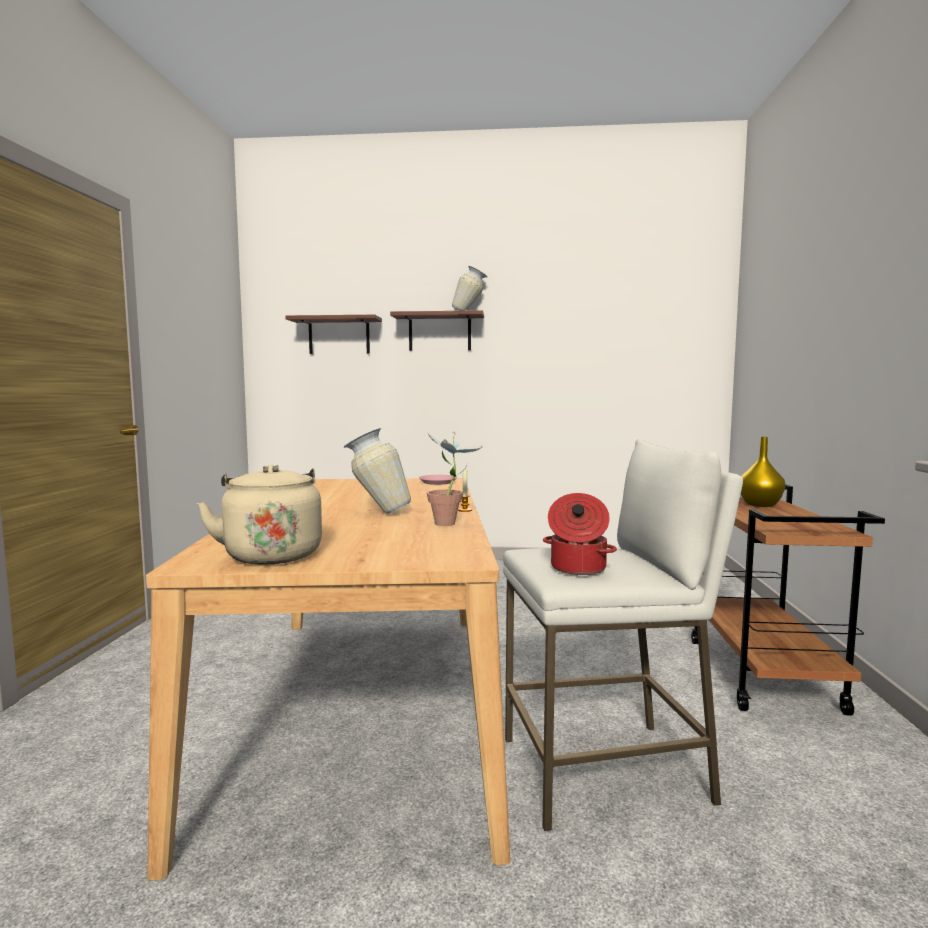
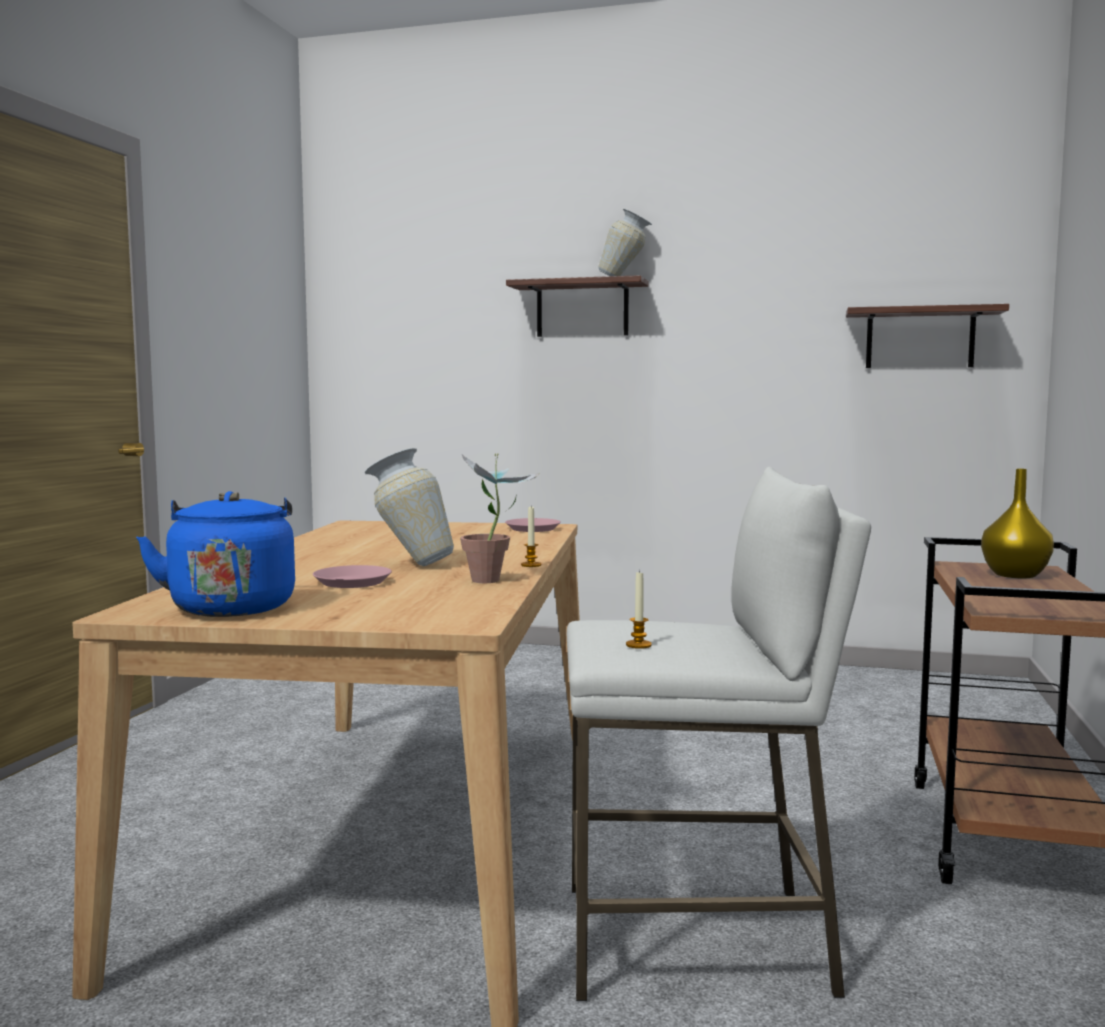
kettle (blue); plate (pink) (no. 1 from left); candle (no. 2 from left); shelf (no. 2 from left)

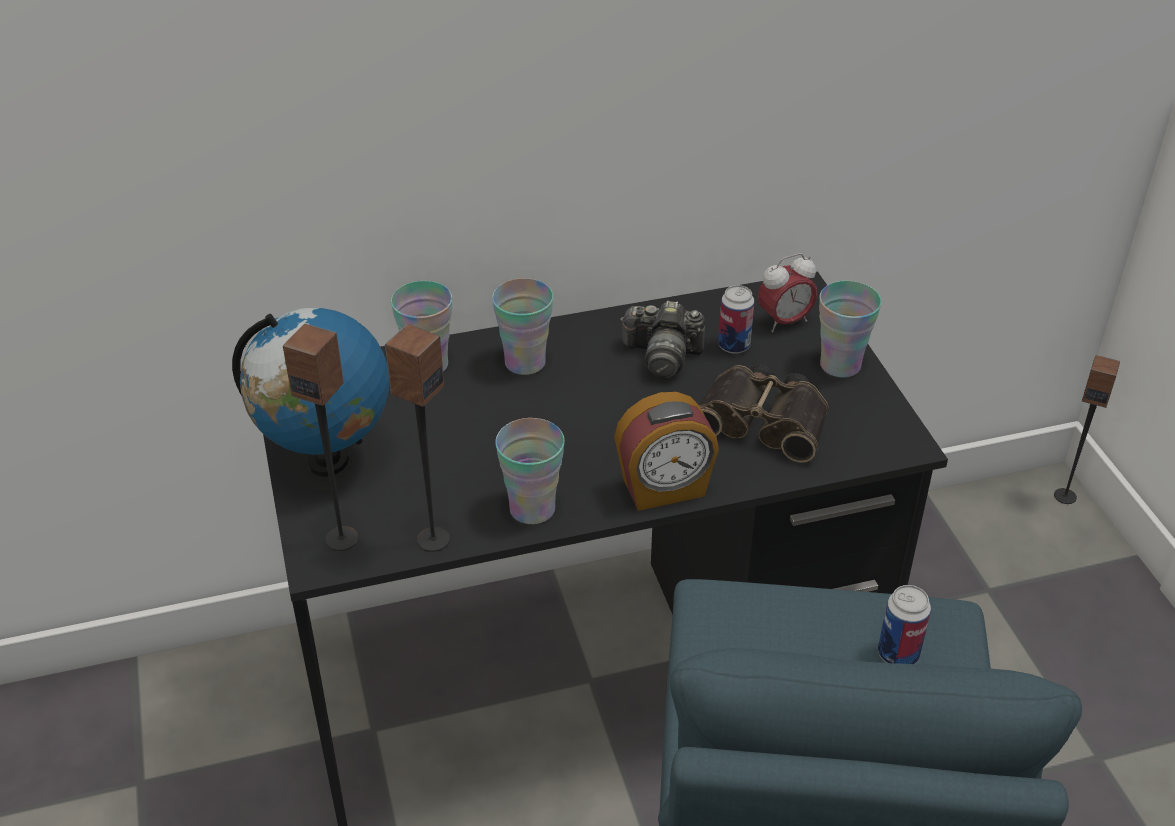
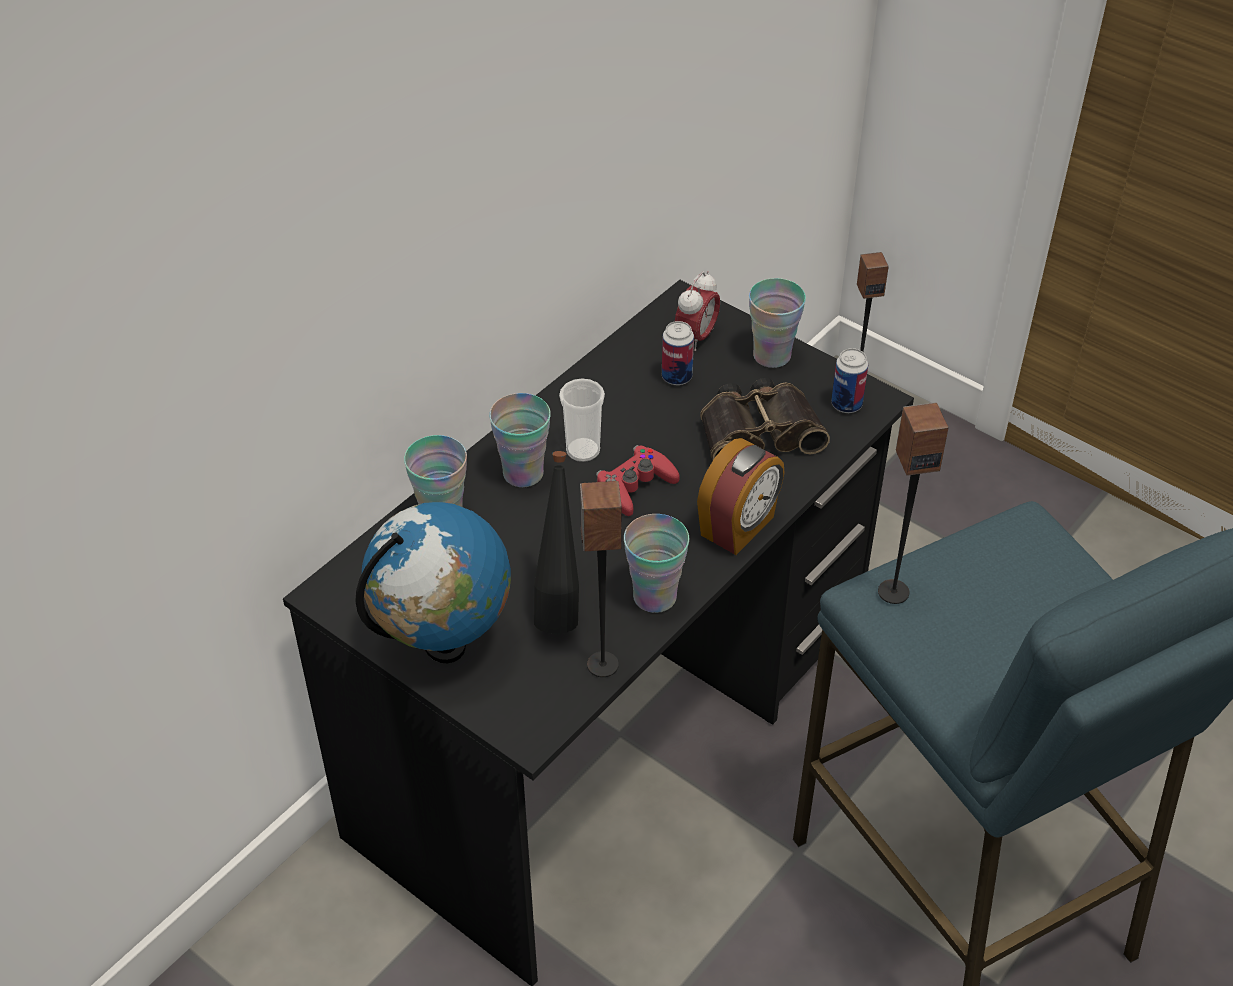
bottle (black); cup (no. 3 from left); game controller (red); can (no. 2 from left); speaker (no. 3 from left); photo camera

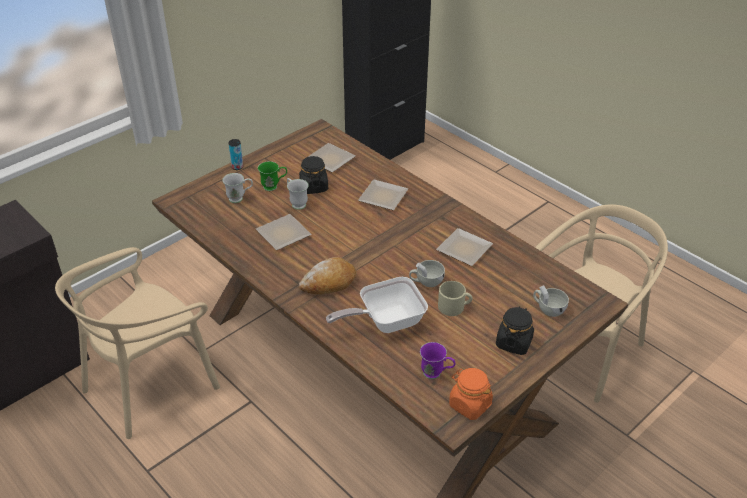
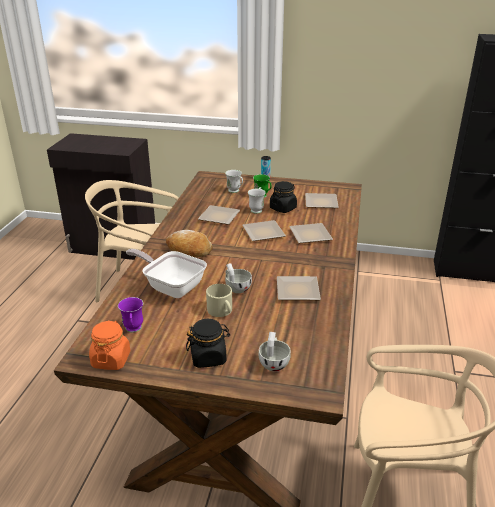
plate (no. 2 from left)

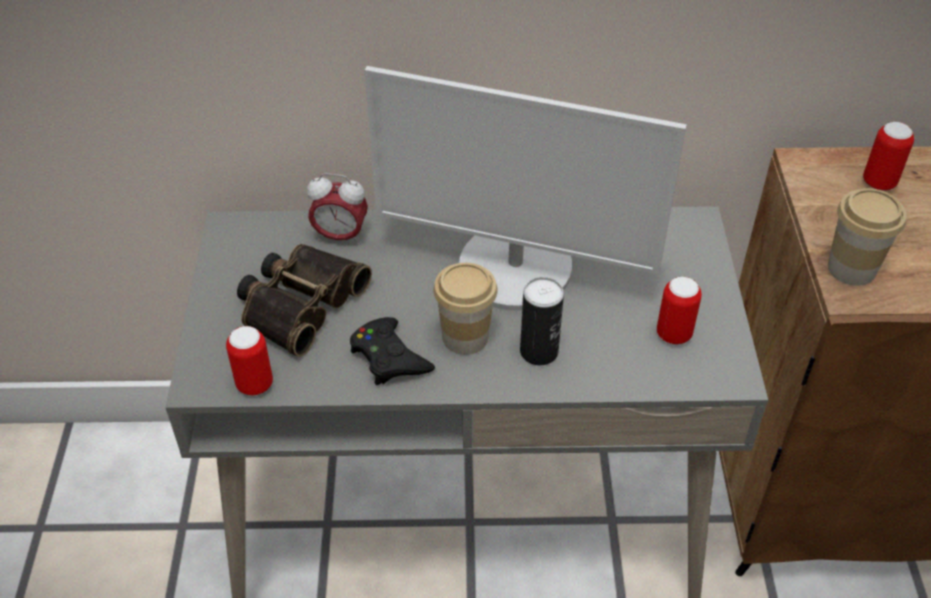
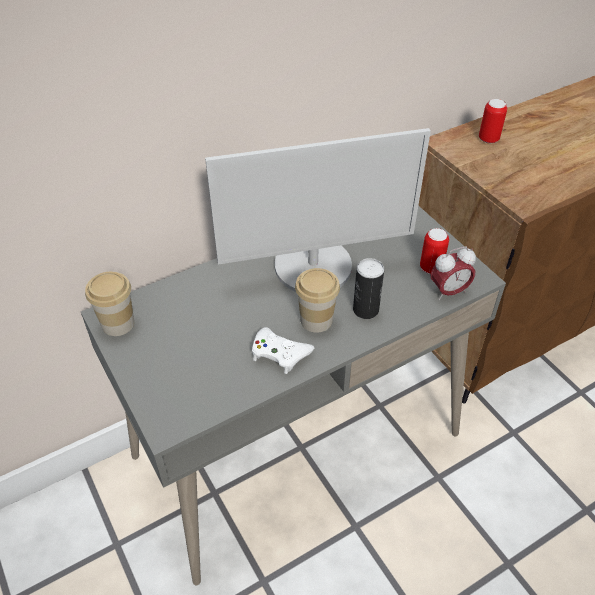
cup (no. 1 from left); game controller (white); alarm clock; can (no. 1 from left in the first image); binoculars

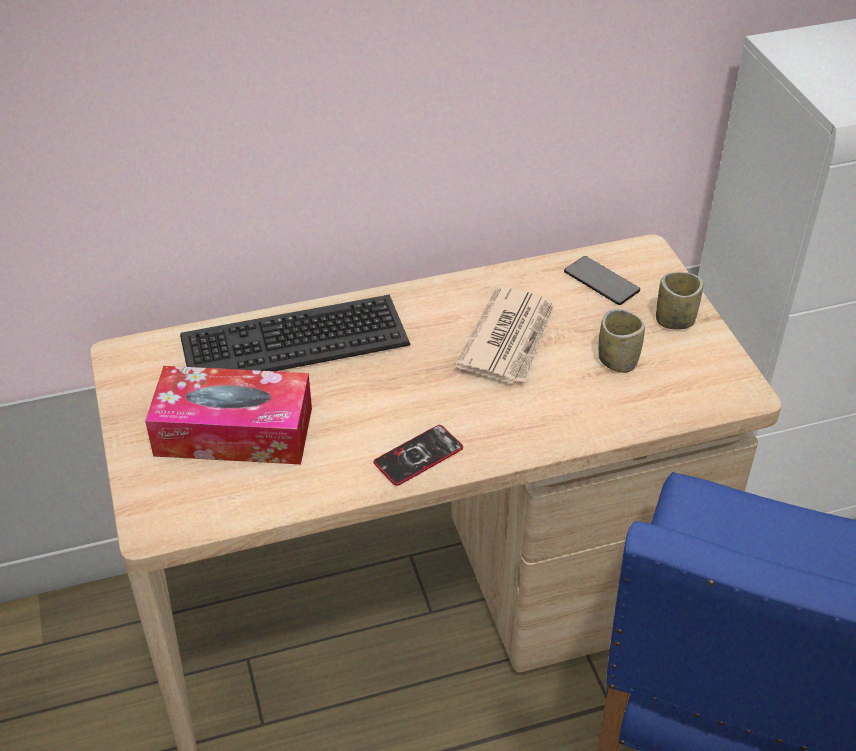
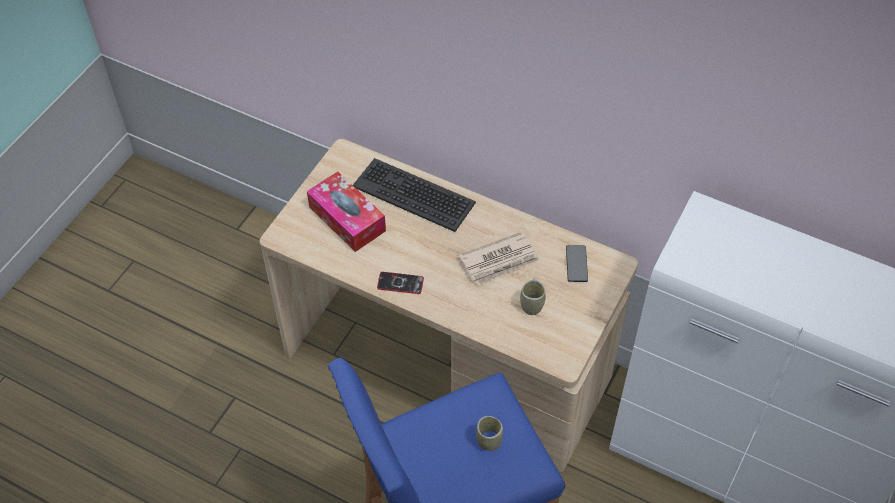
cup (no. 1 from left)

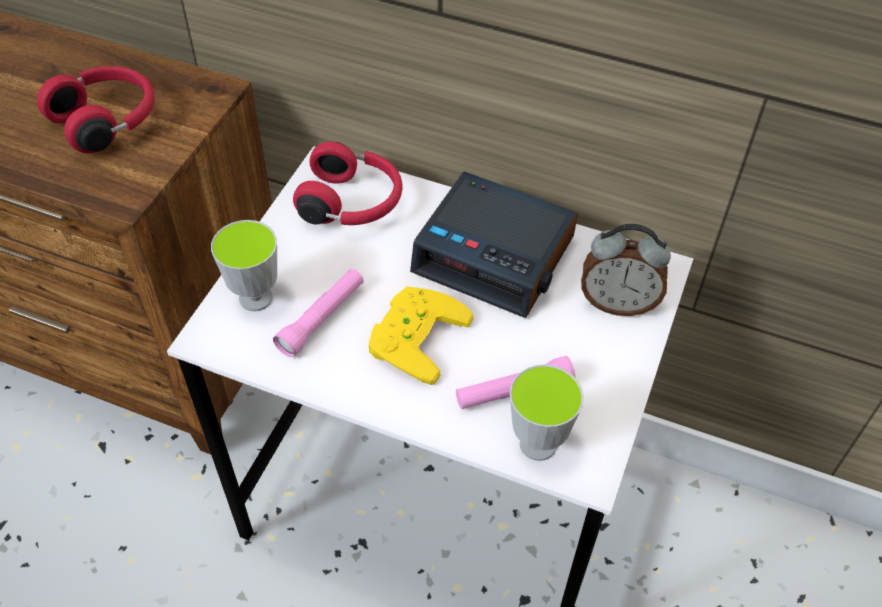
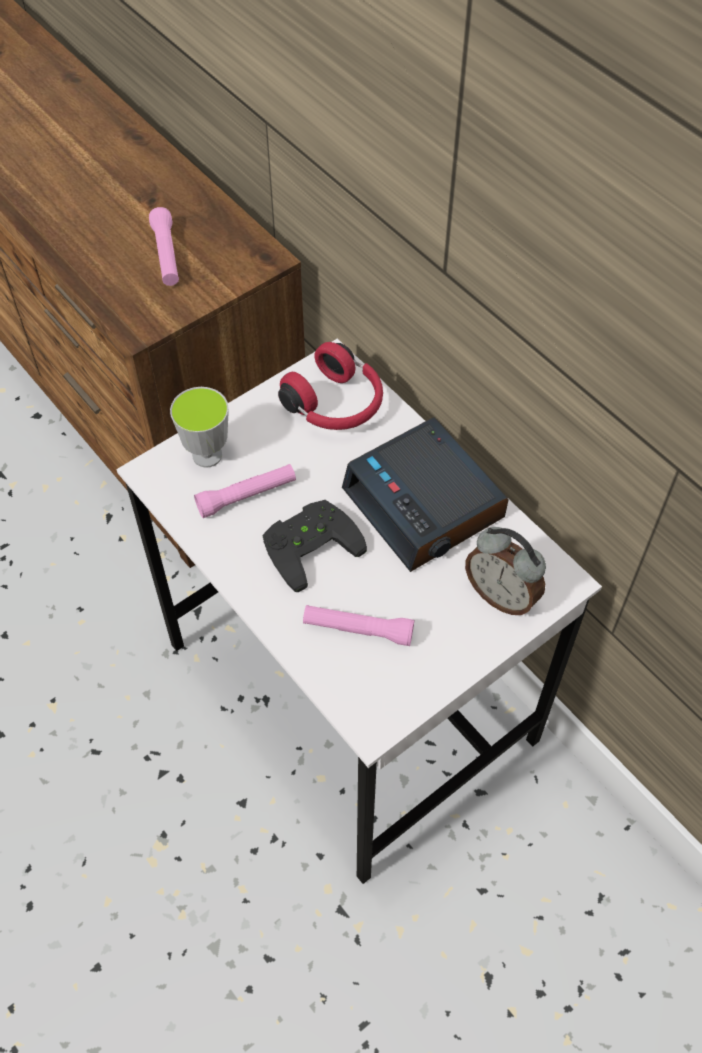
flashlight (pink) (no. 1 from left); game controller (black); cup (no. 2 from left in the first image)

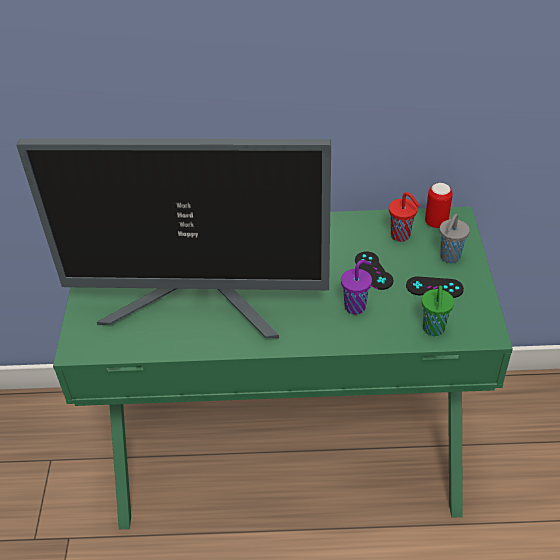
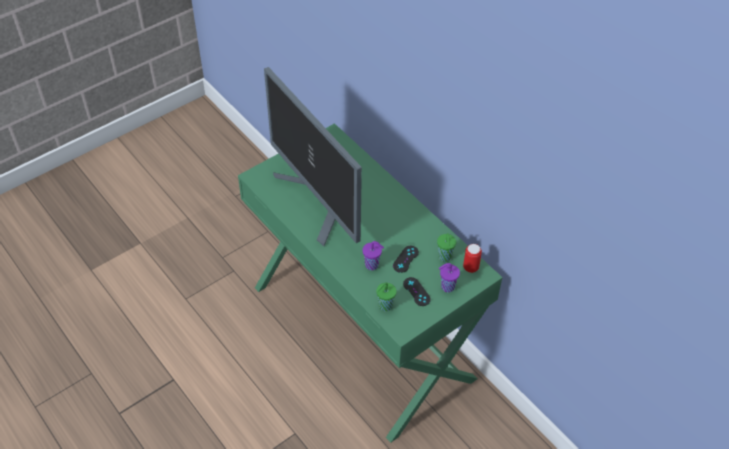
cup (green) (no. 2 from left); cup (purple) (no. 2 from left)

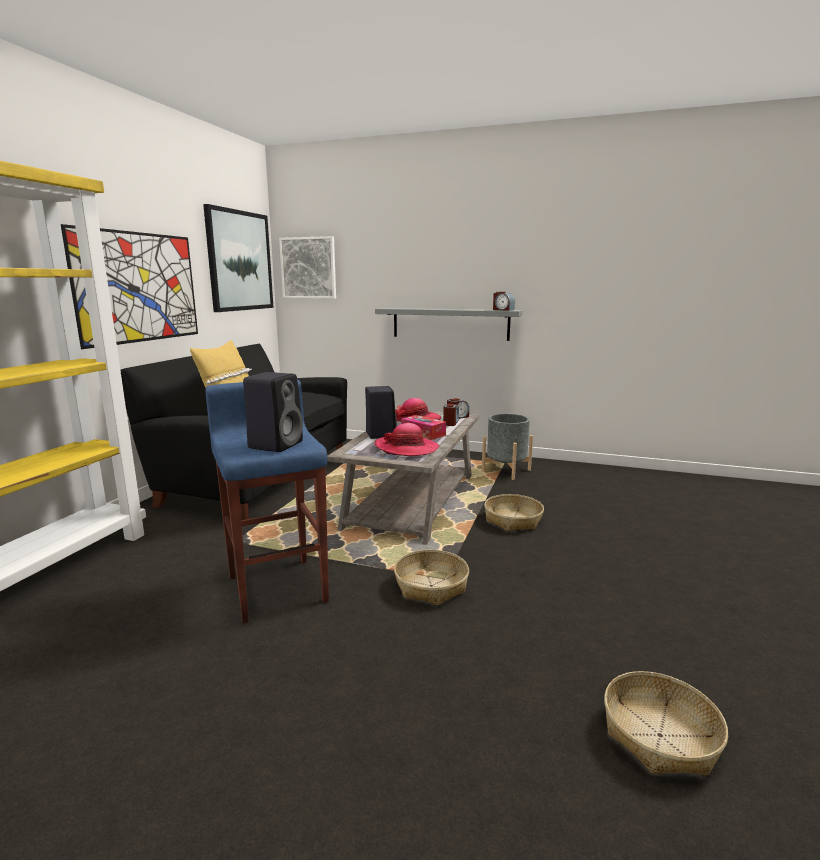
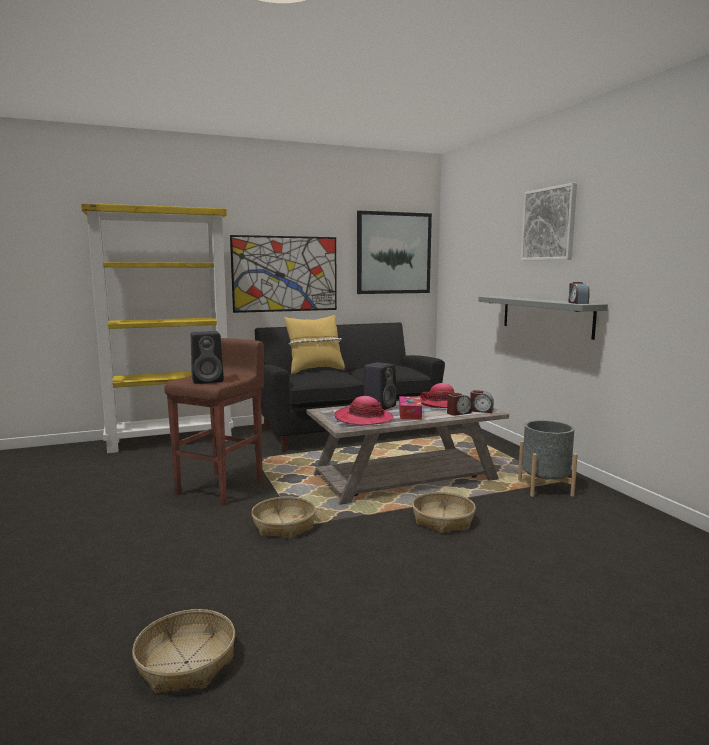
stool (brown); picture (no. 3 from left)

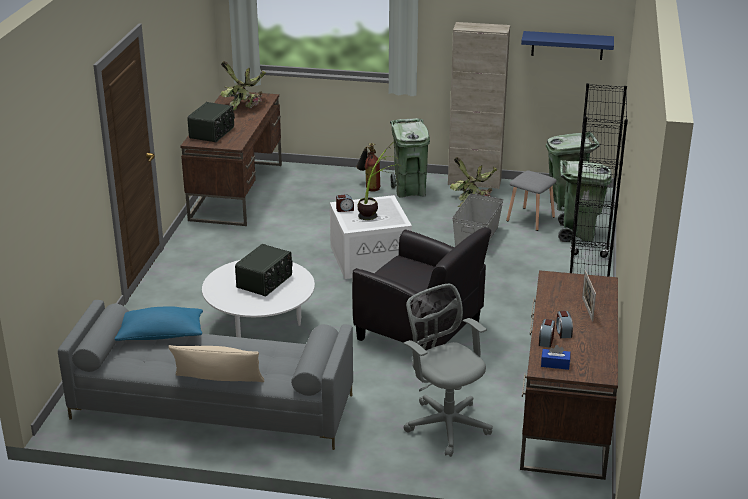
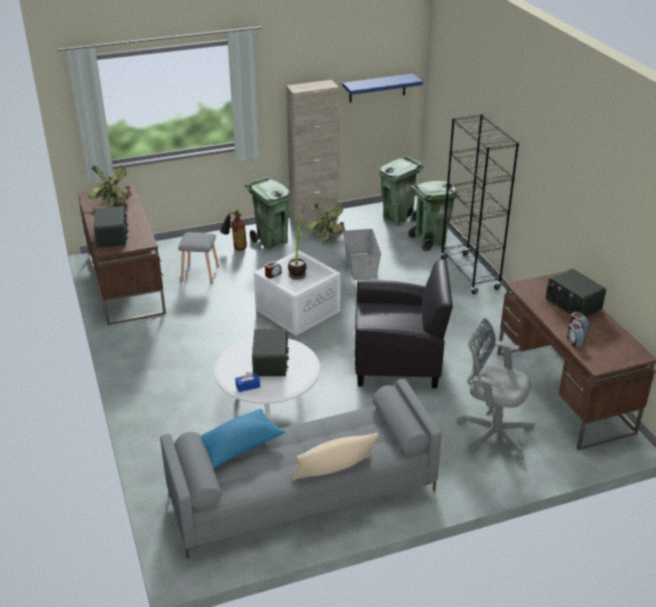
stool (grey); tissue box (blue); radio (no. 3 from left)

